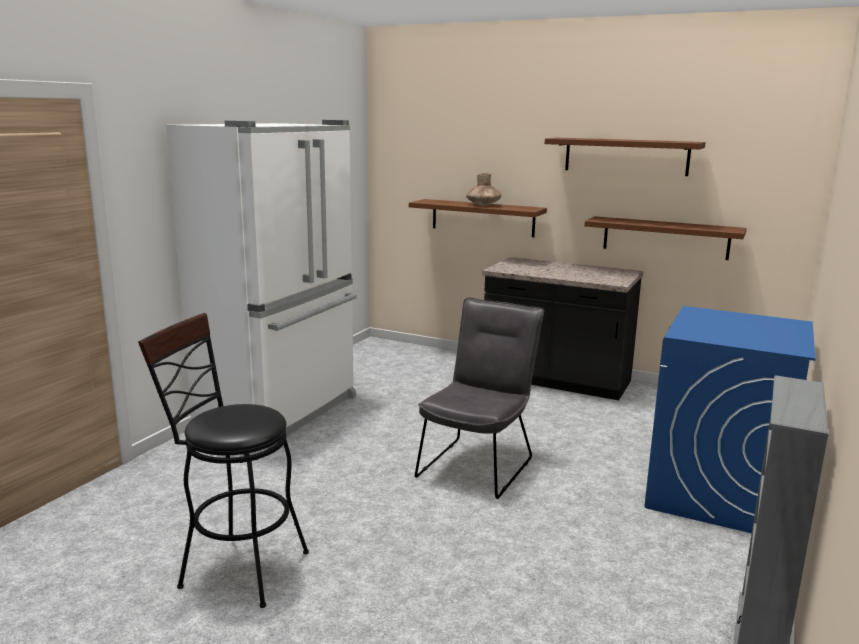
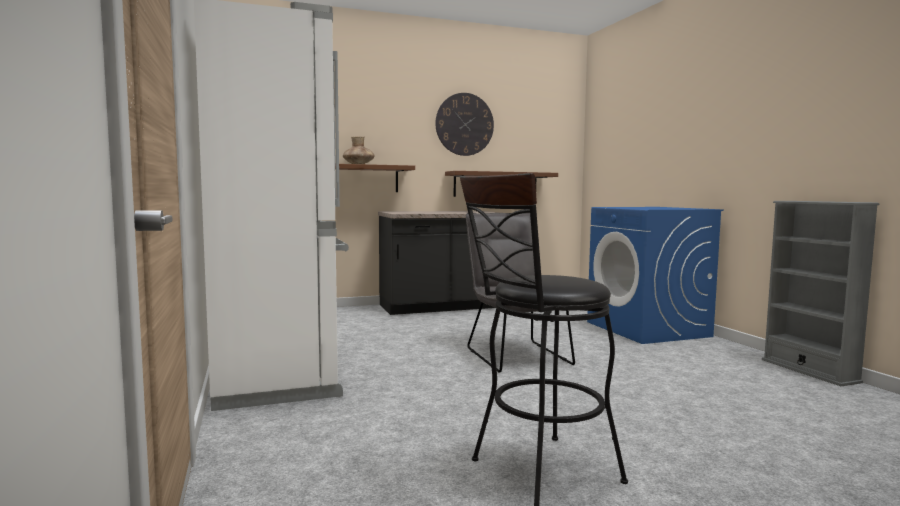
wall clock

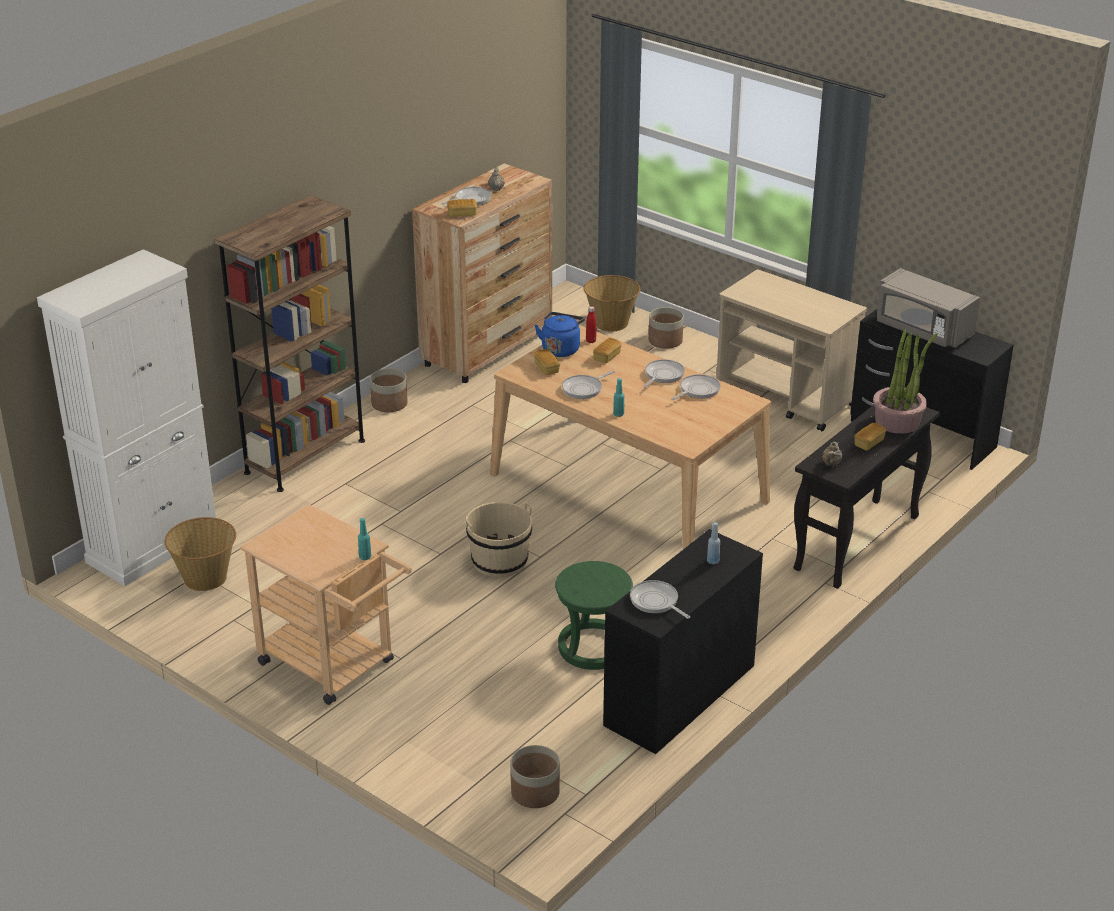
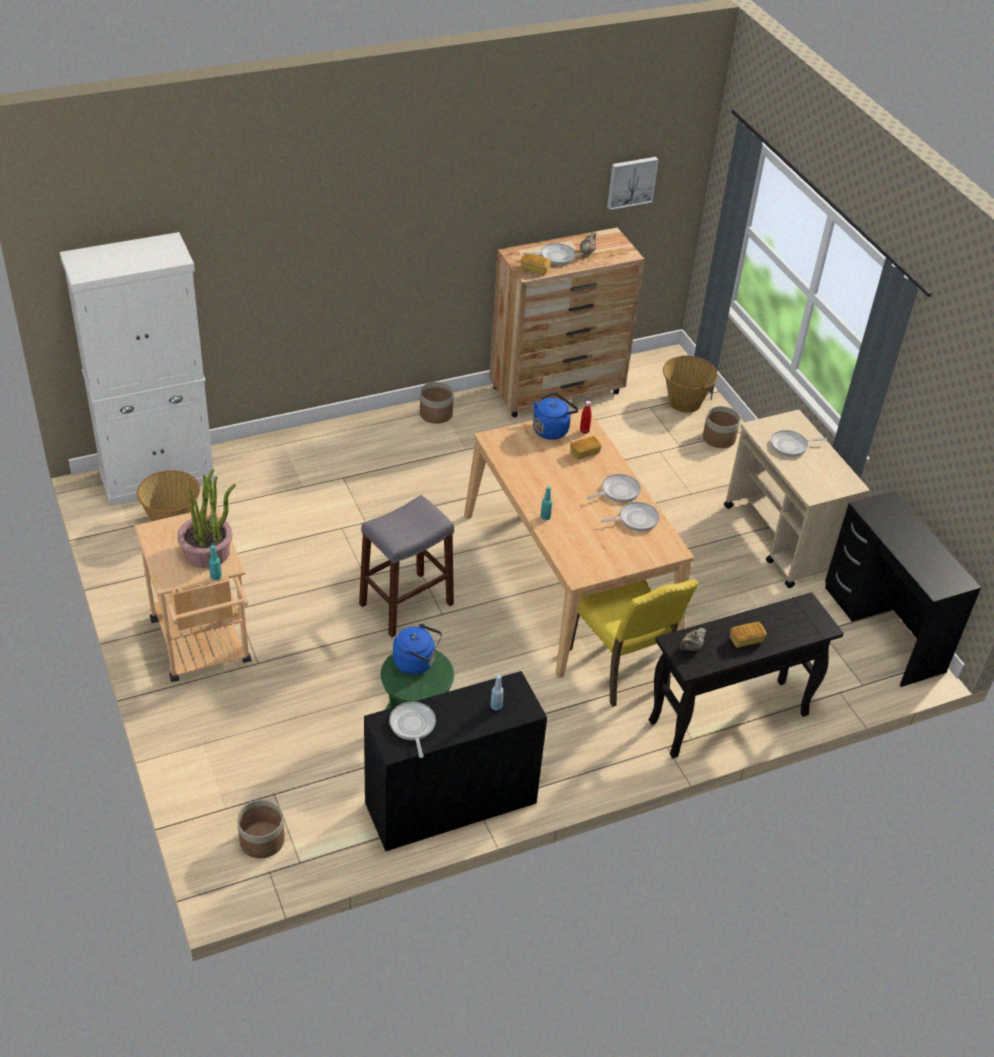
potted plant; stool (grey); kettle (blue) (no. 1 from left); chair (yellow); picture; frying pan (no. 5 from left); bookcase (brown); bread (no. 2 from left in the first image); microwave (grey)

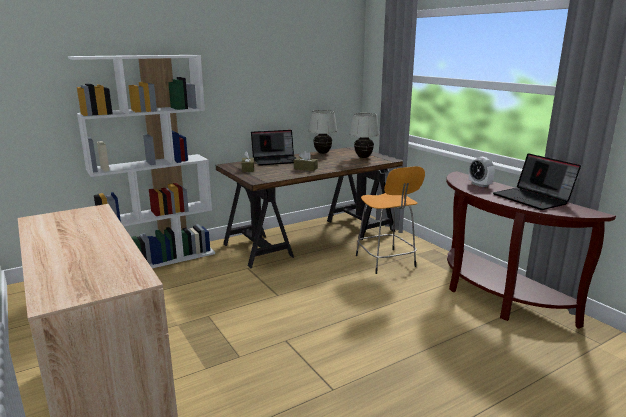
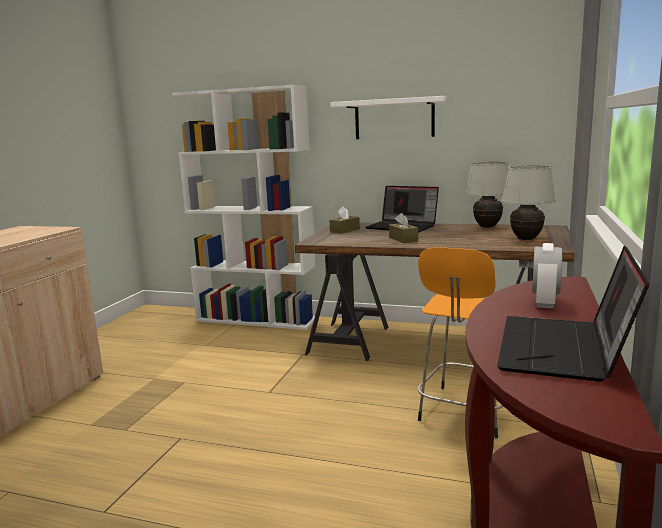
shelf (white)

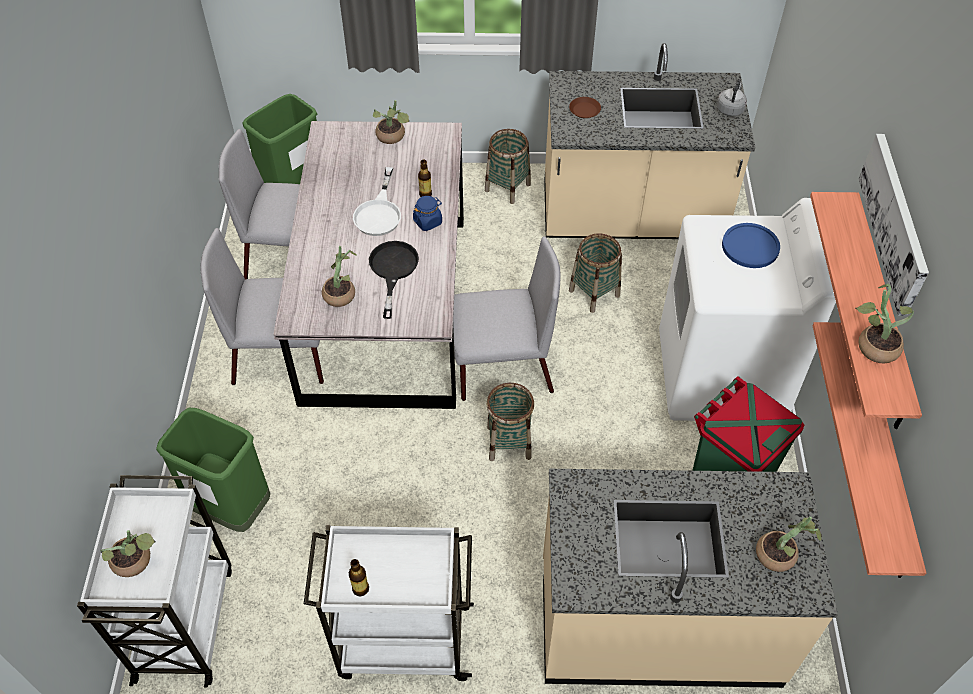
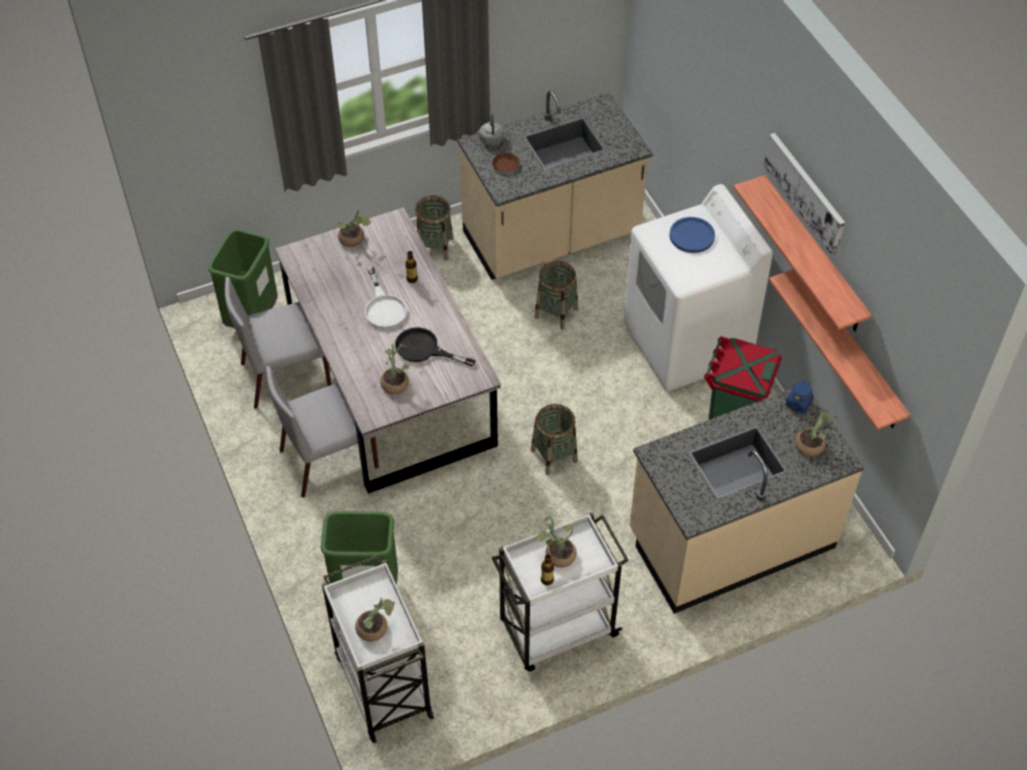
frying pan (black); kettle (grey); potted plant (no. 4 from left); jar (blue); chair (grey) (no. 3 from left in the first image)

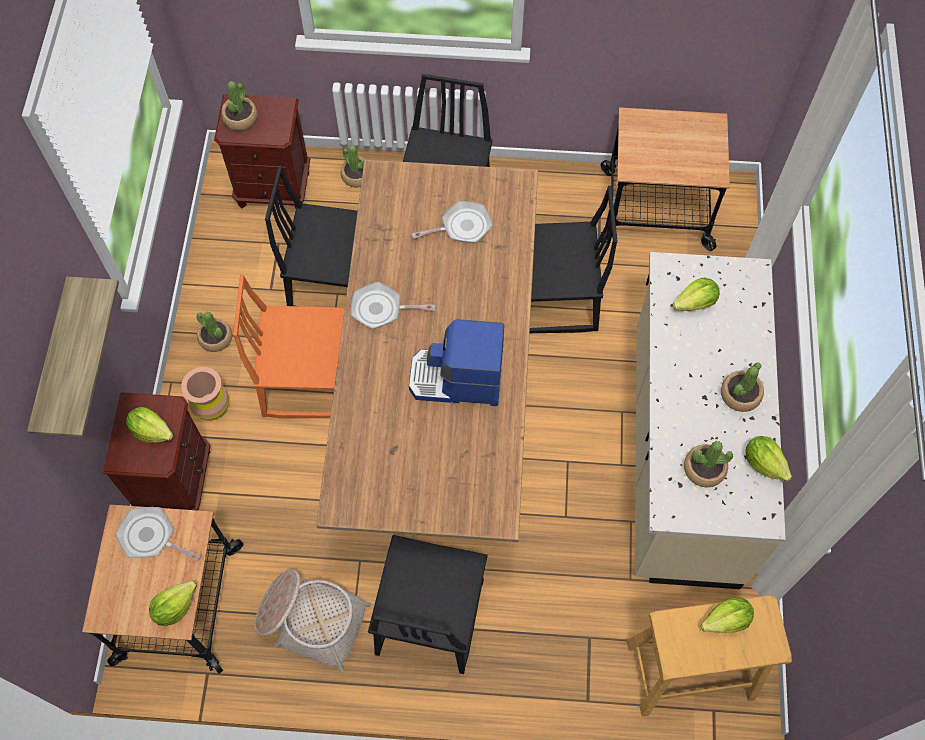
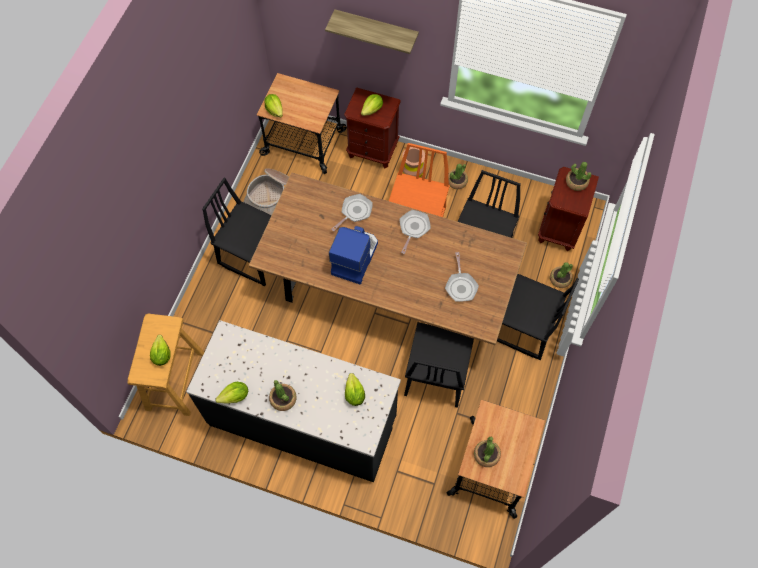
counter (black); frying pan (no. 1 from left); potted plant (no. 3 from left)

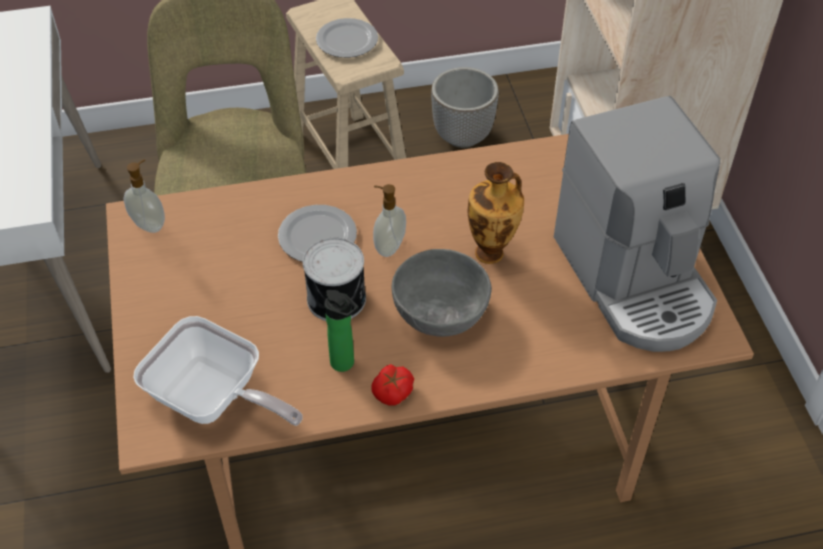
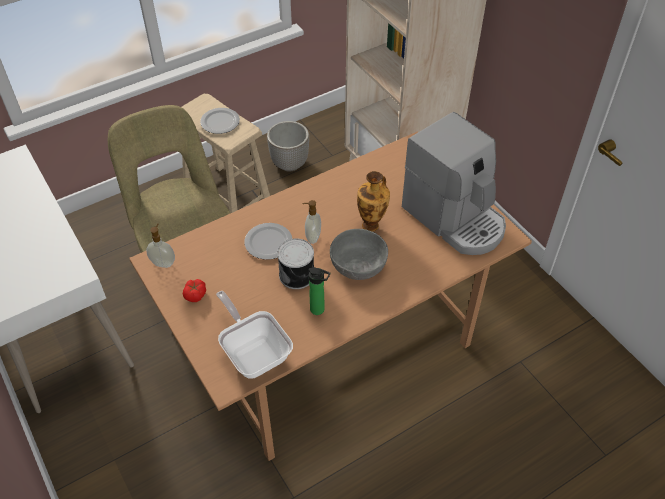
tomato; frying pan

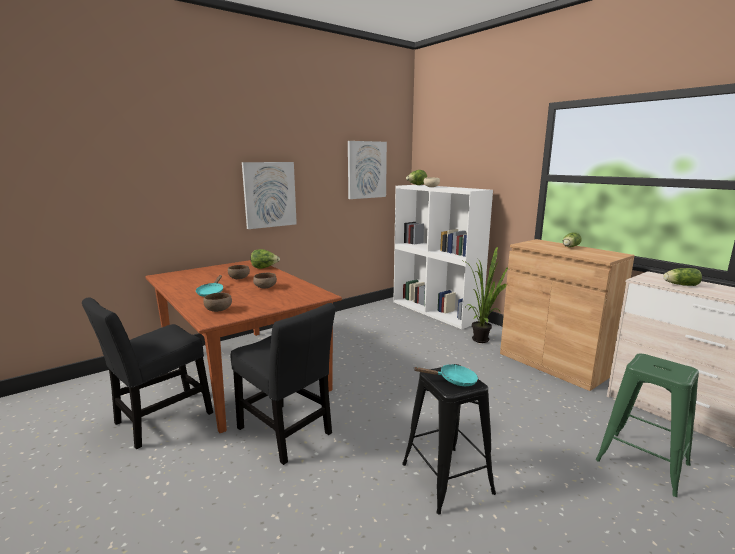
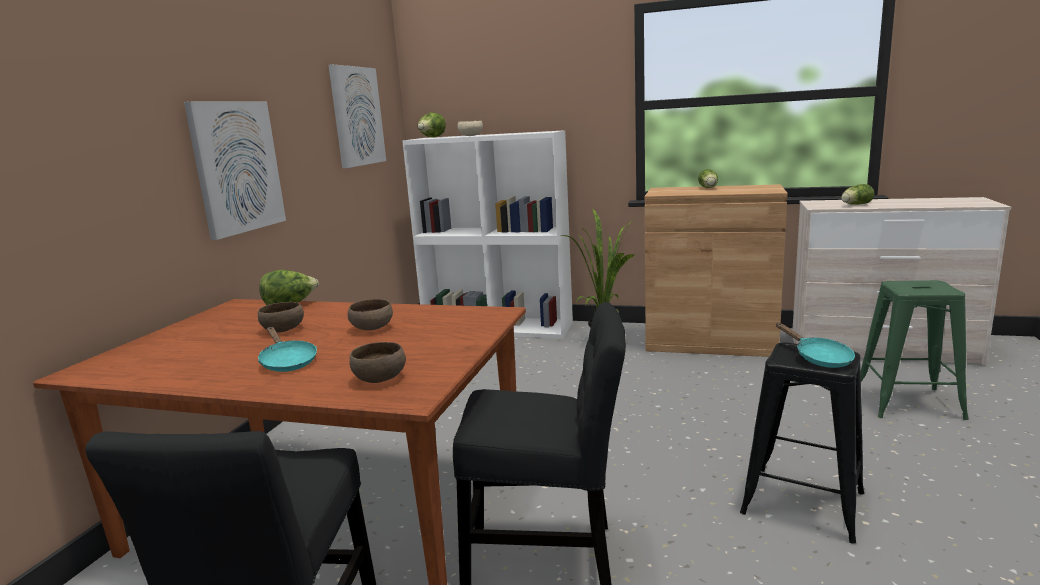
frying pan (turquoise) (no. 2 from left)

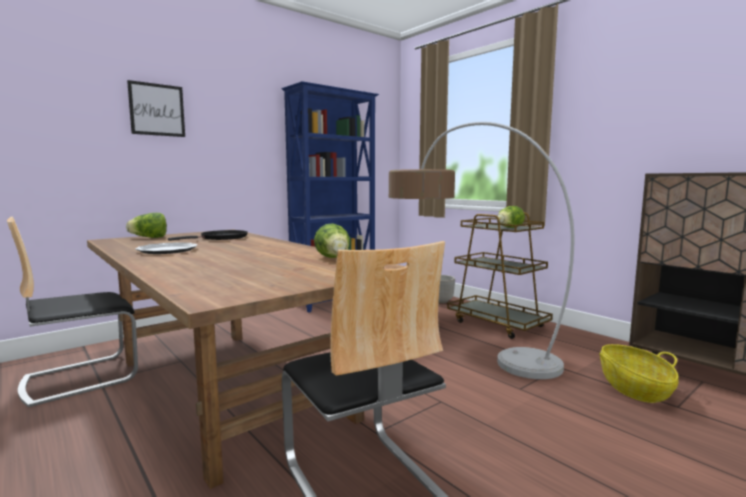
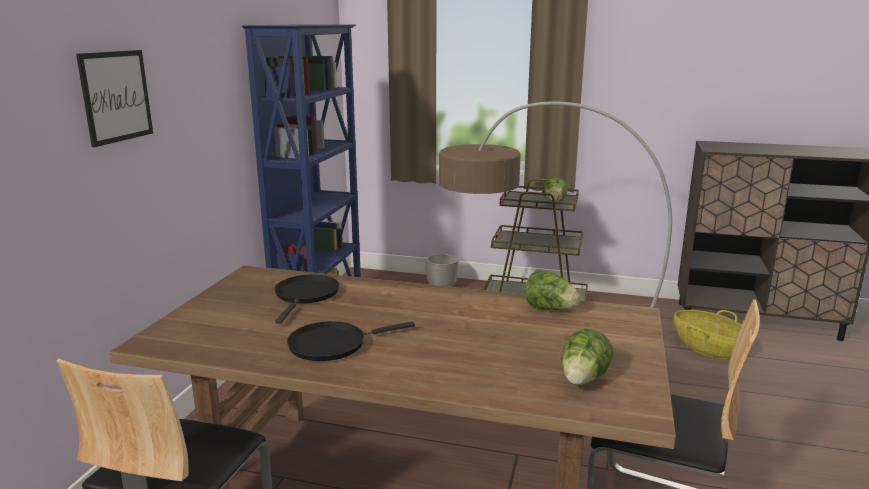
frying pan (black) (no. 2 from left); lettuce (no. 3 from left)

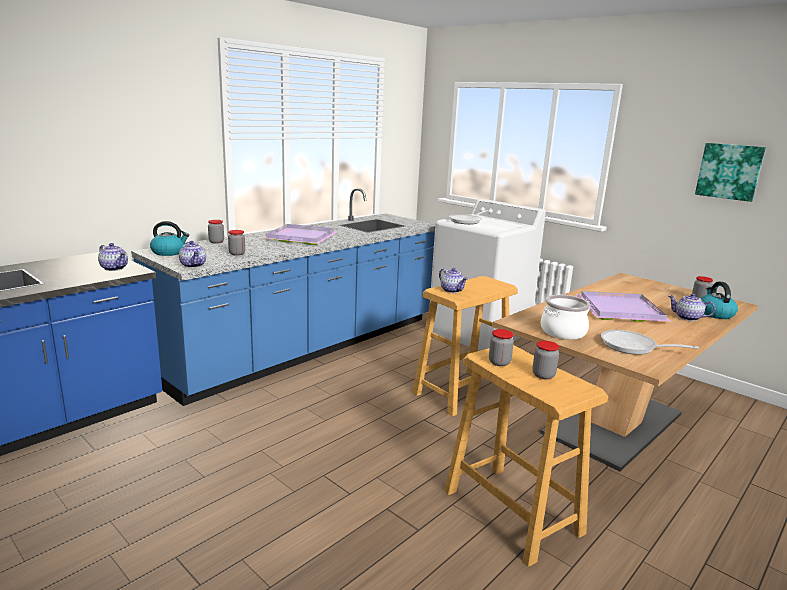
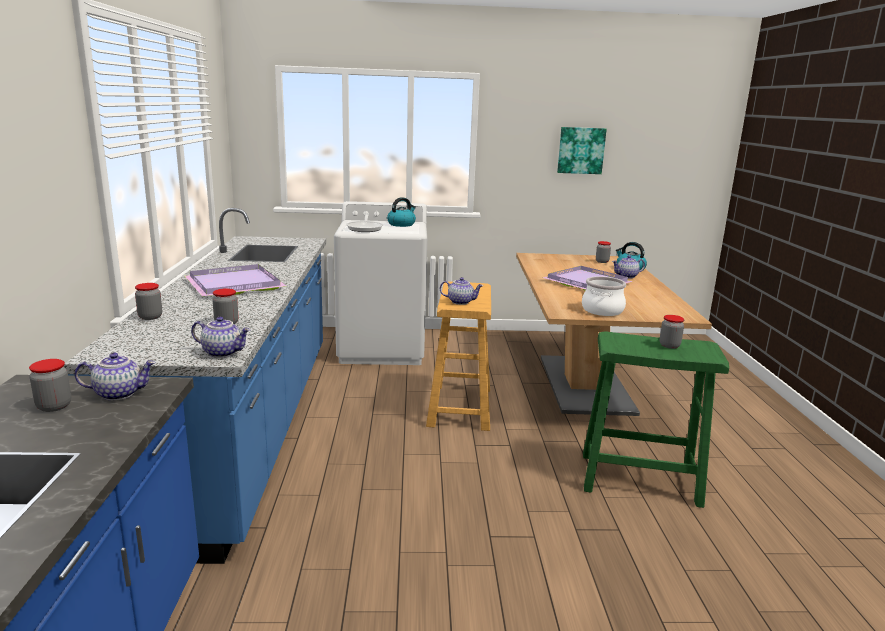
jar (no. 1 from left); kettle (no. 1 from left); stool (green); frying pan (no. 2 from left in the first image)

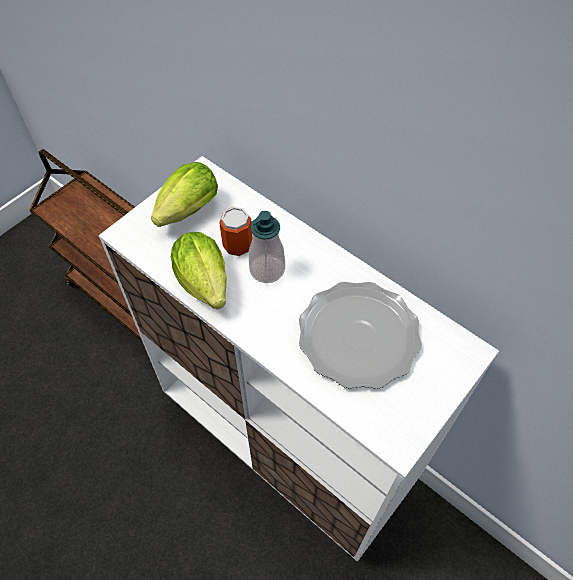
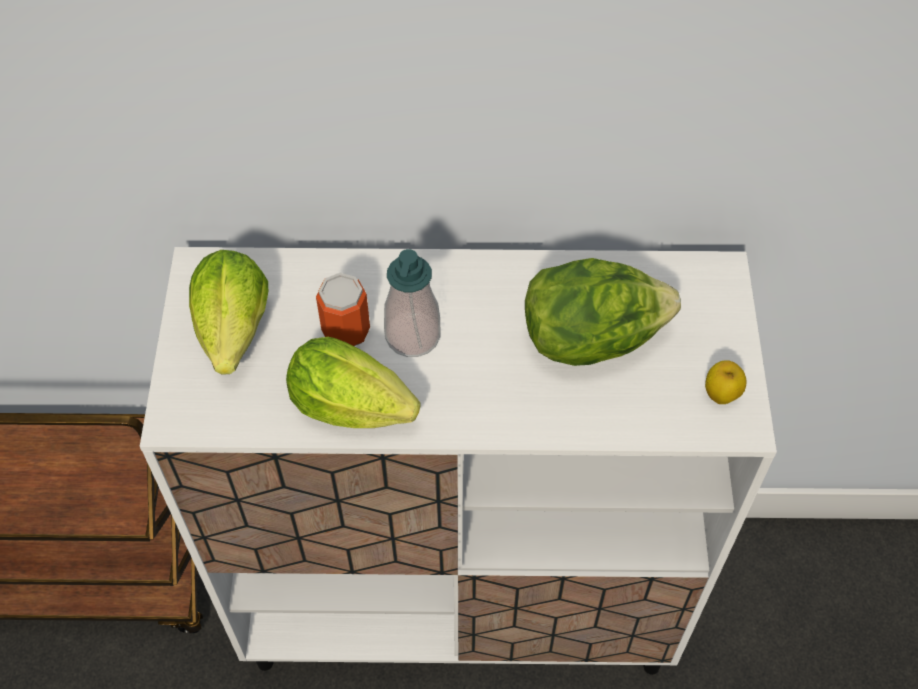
lettuce (no. 3 from left); apple

